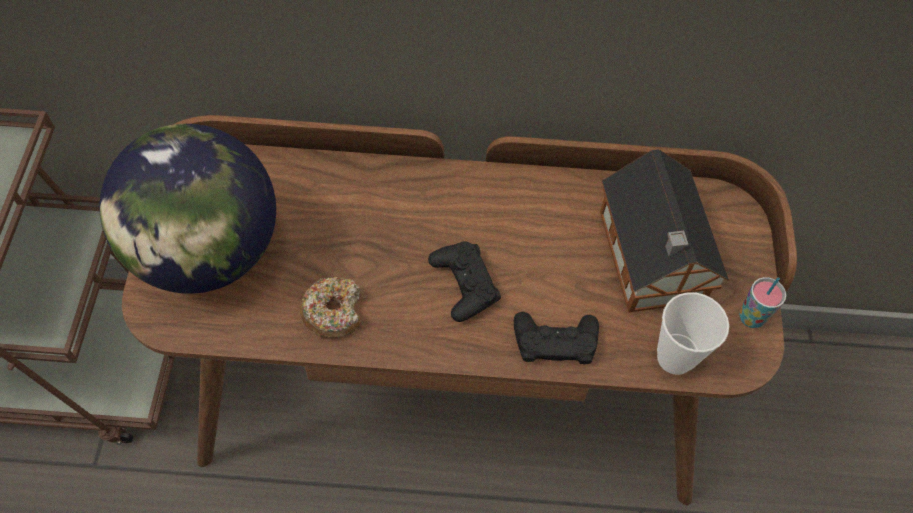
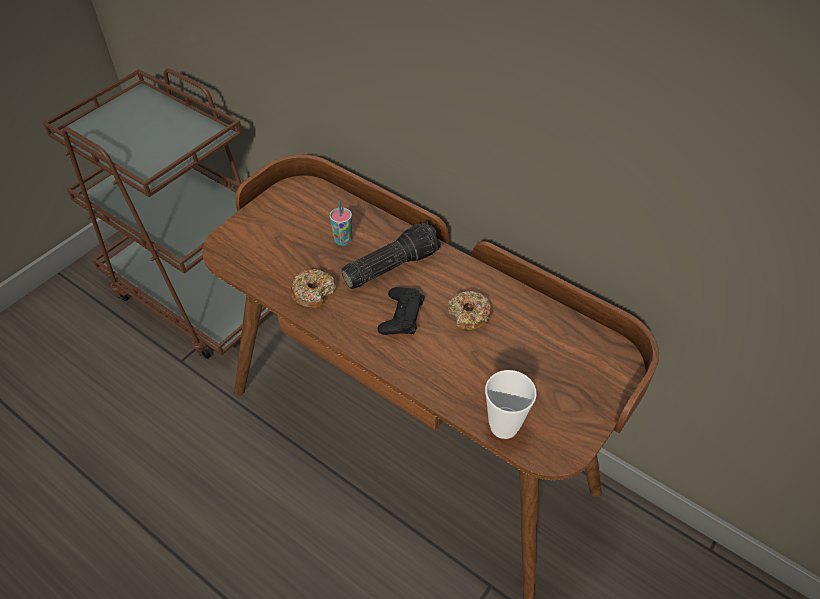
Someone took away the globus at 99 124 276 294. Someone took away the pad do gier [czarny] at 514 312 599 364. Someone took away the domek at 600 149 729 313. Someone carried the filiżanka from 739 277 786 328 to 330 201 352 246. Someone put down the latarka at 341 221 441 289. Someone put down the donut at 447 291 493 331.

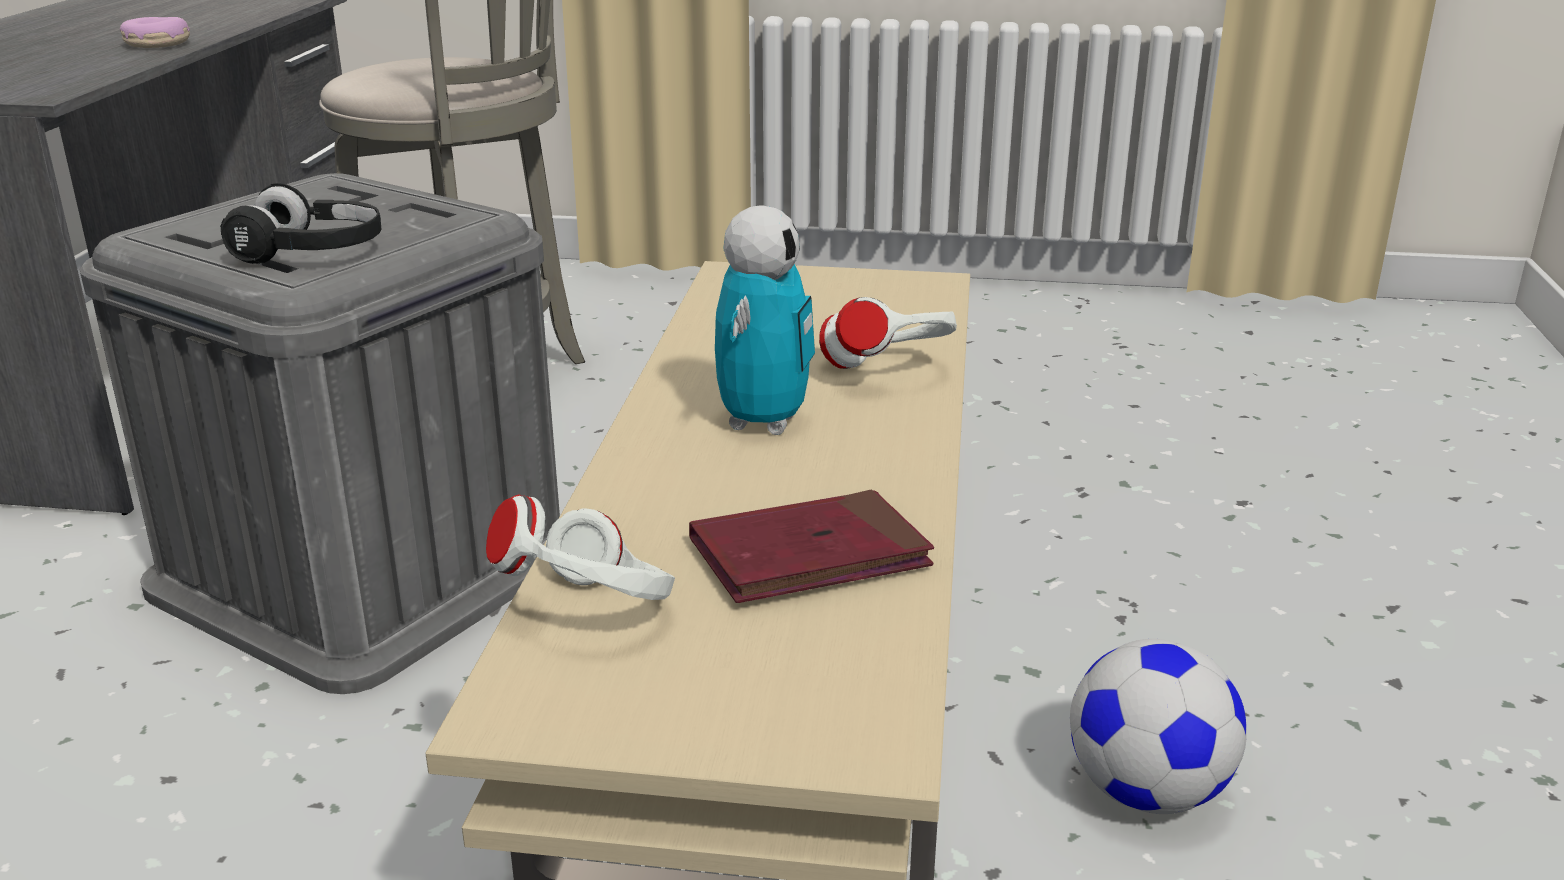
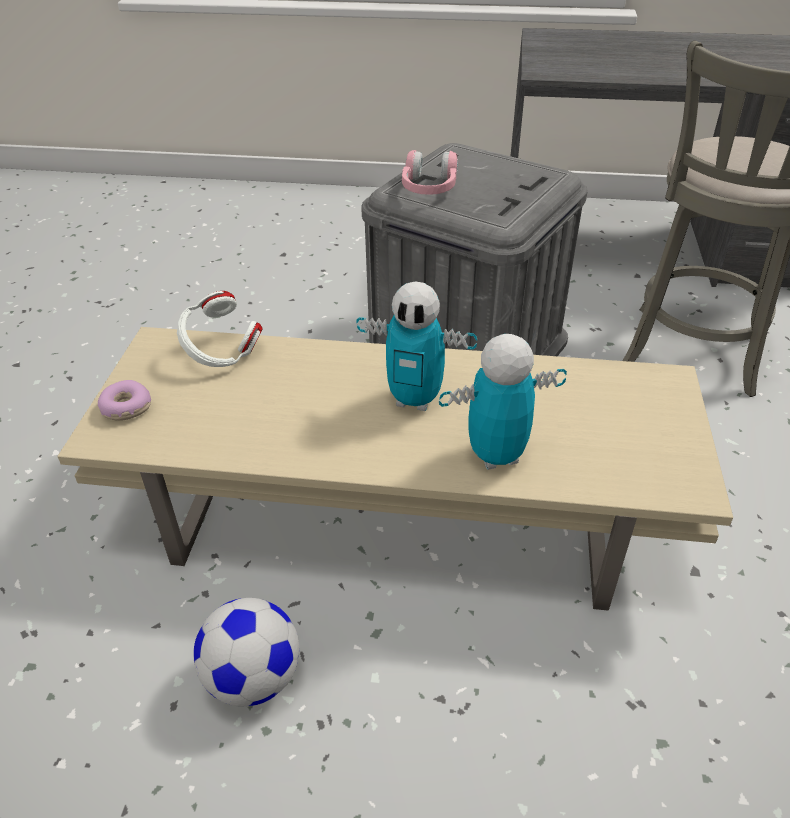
Someone carried the donut from 120 17 190 48 to 98 380 151 421. Someone repainted the słuchawki [czarny] at 220 183 381 264, which became the słuchawki [różowy] at 402 150 458 195. Someone took away the książka [czerwony] at 689 489 934 603. Someone swapped the słuchawki [biały] at 819 297 957 369 for the robot zabawkowy at 439 334 567 470.

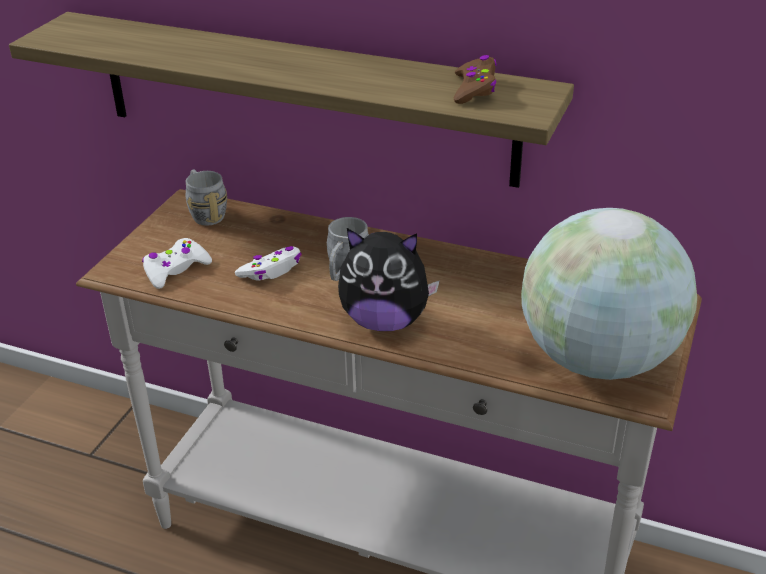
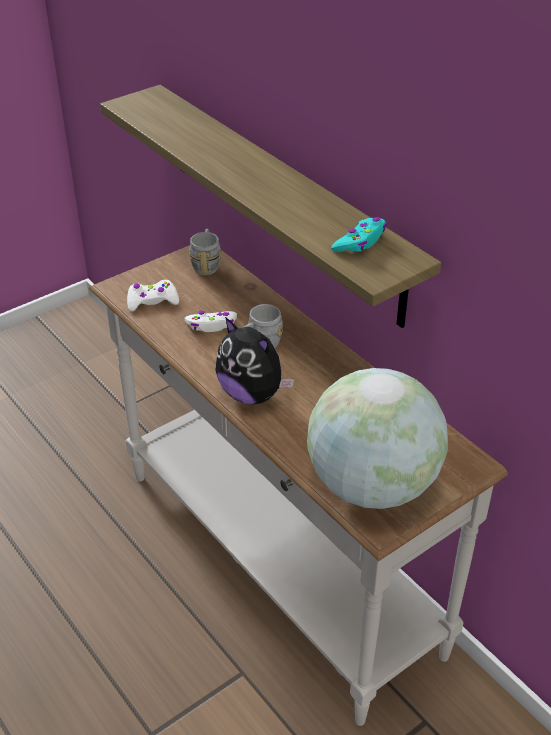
Someone repainted the pad do gier [brązowy] at 454 55 497 104, which became the pad do gier [turkusowy] at 331 217 387 252.

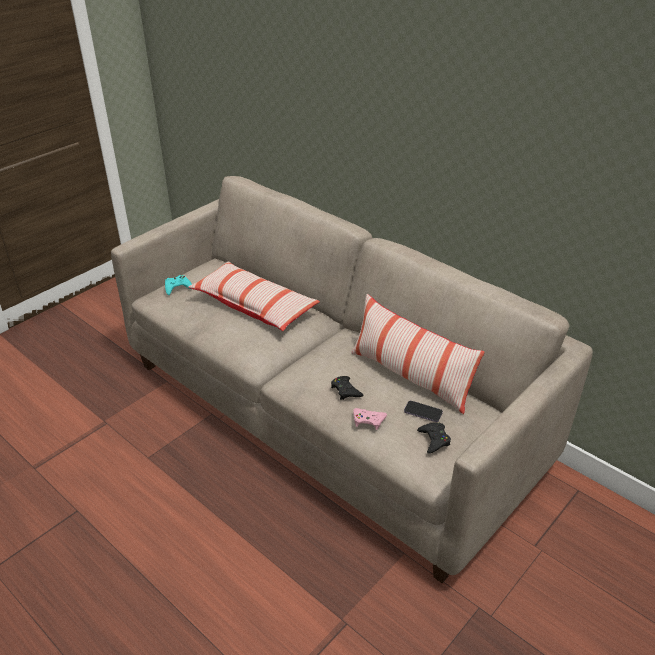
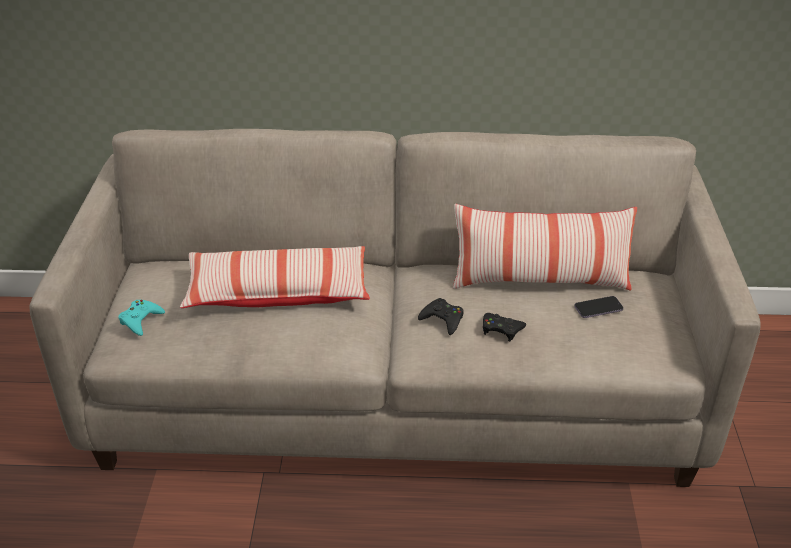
Someone took away the pad do gier [różowy] at 353 408 387 430. Someone carried the pad do gier [czarny] from 417 423 451 454 to 418 298 463 335.

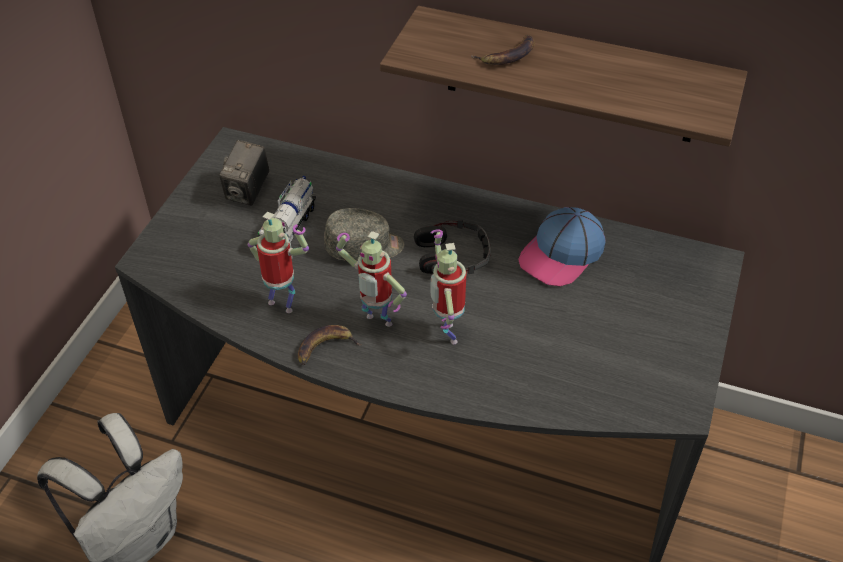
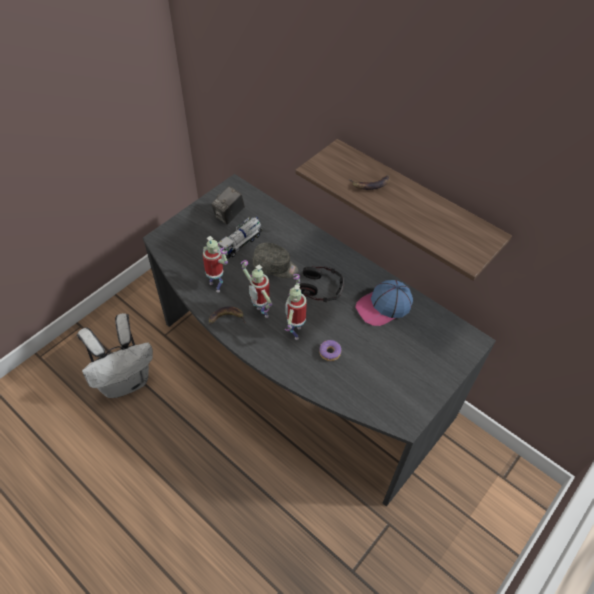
Someone put down the donut at 319 340 341 361.

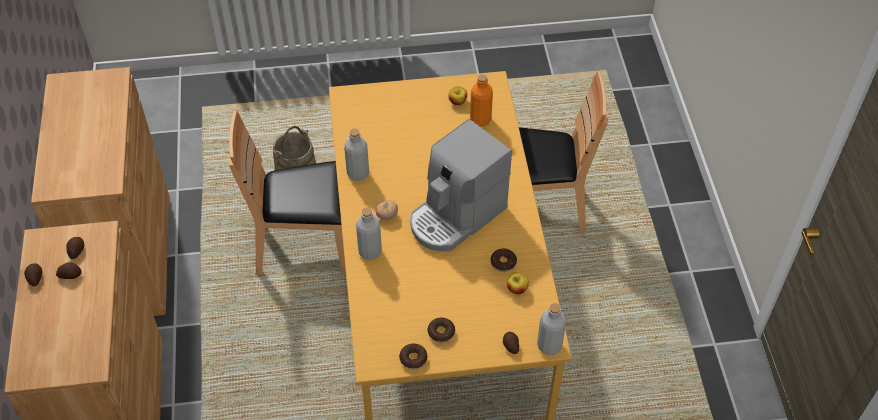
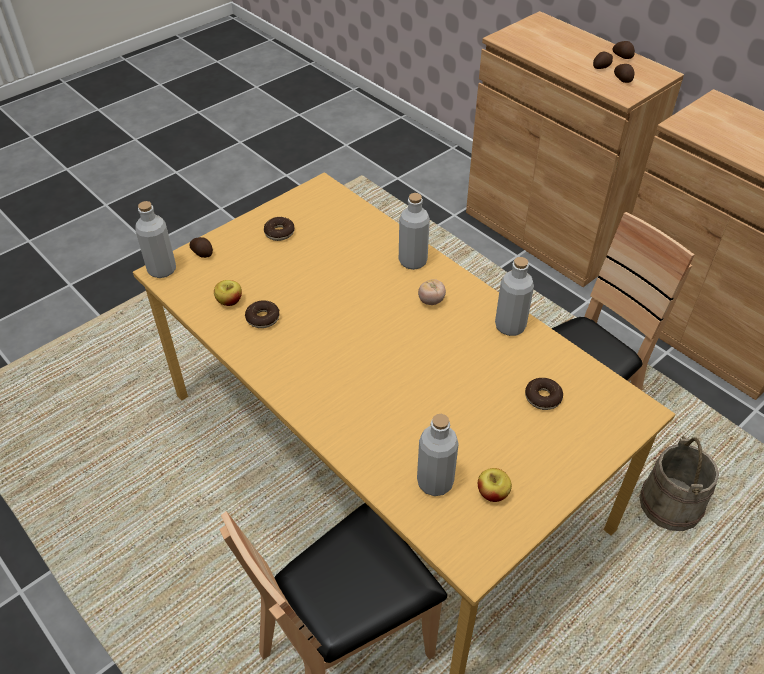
Someone carried the donut from 399 344 428 369 to 525 378 563 410. Someone took away the ekspres do kawy at 410 119 512 251. Someone repainted the butelka [pomarańczowy] at 470 74 493 126, which became the butelka [szary] at 417 414 459 496.

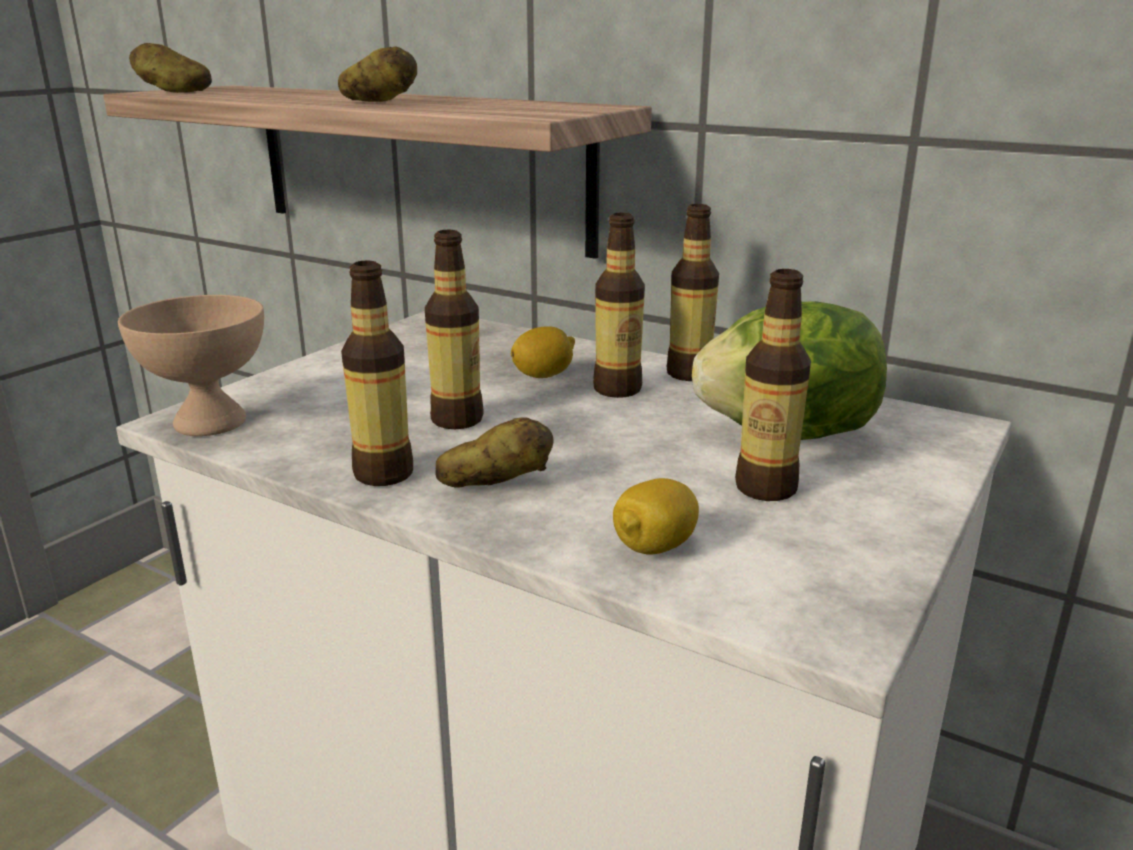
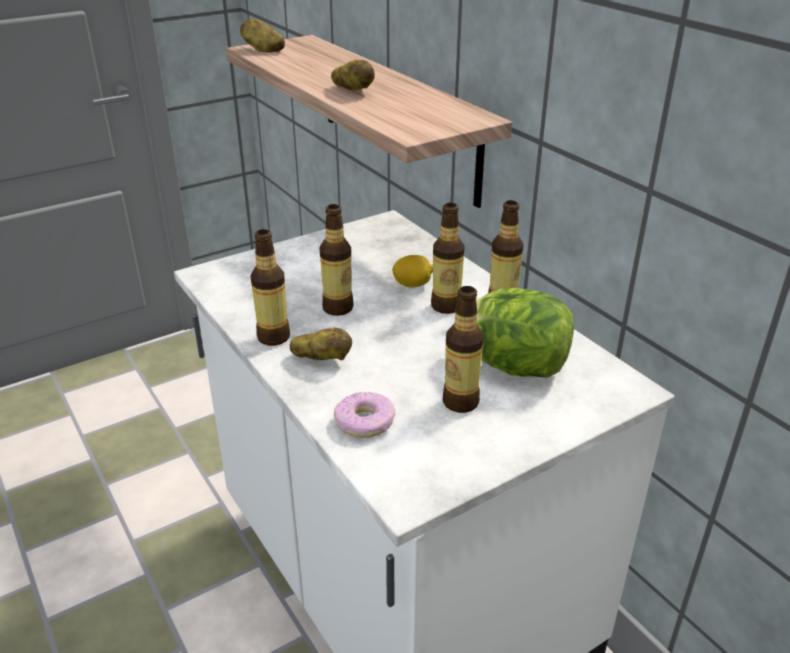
Someone took away the miska [beżowy] at 118 295 264 436. Someone swapped the cytryna at 613 478 699 555 for the donut at 334 392 395 438.

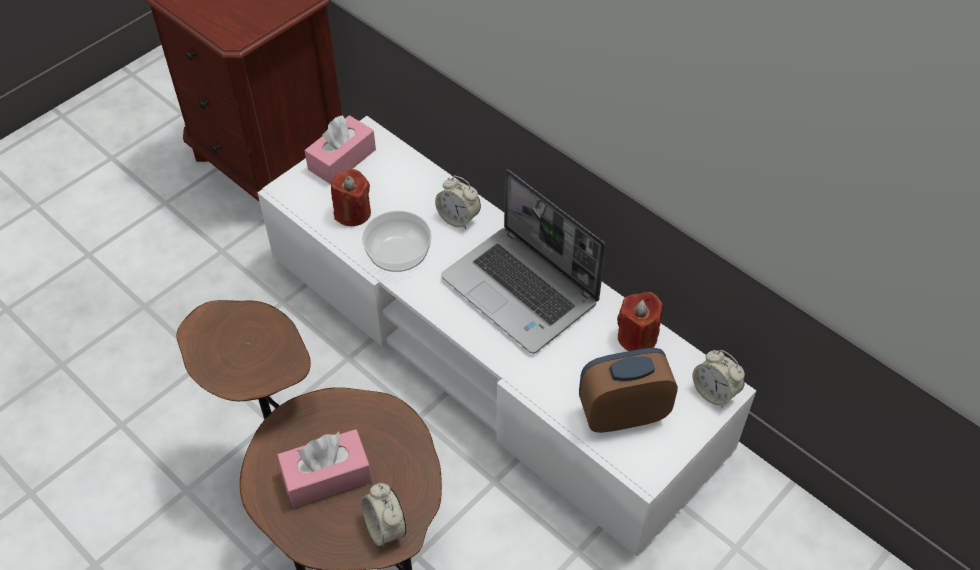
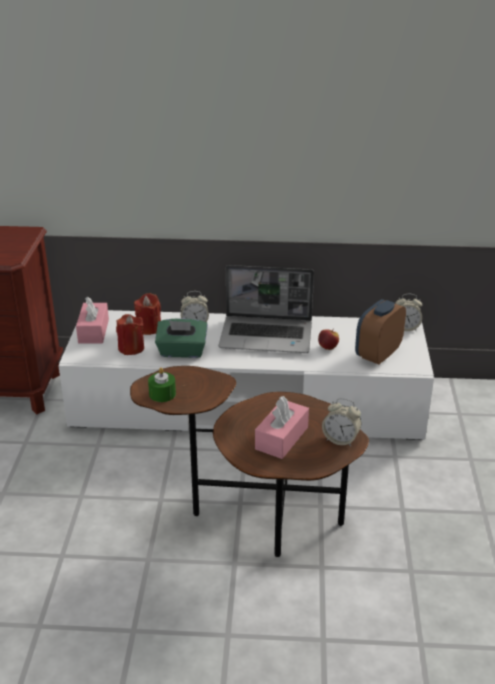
Someone swapped the miska at 362 211 432 272 for the pudełko chusteczek [zielony] at 155 318 208 358. Someone carried the świeca [czerwony] from 617 292 663 351 to 134 293 161 335. Someone put down the świeca [zielony] at 148 367 176 402. Someone put down the jabłko at 318 329 339 350.

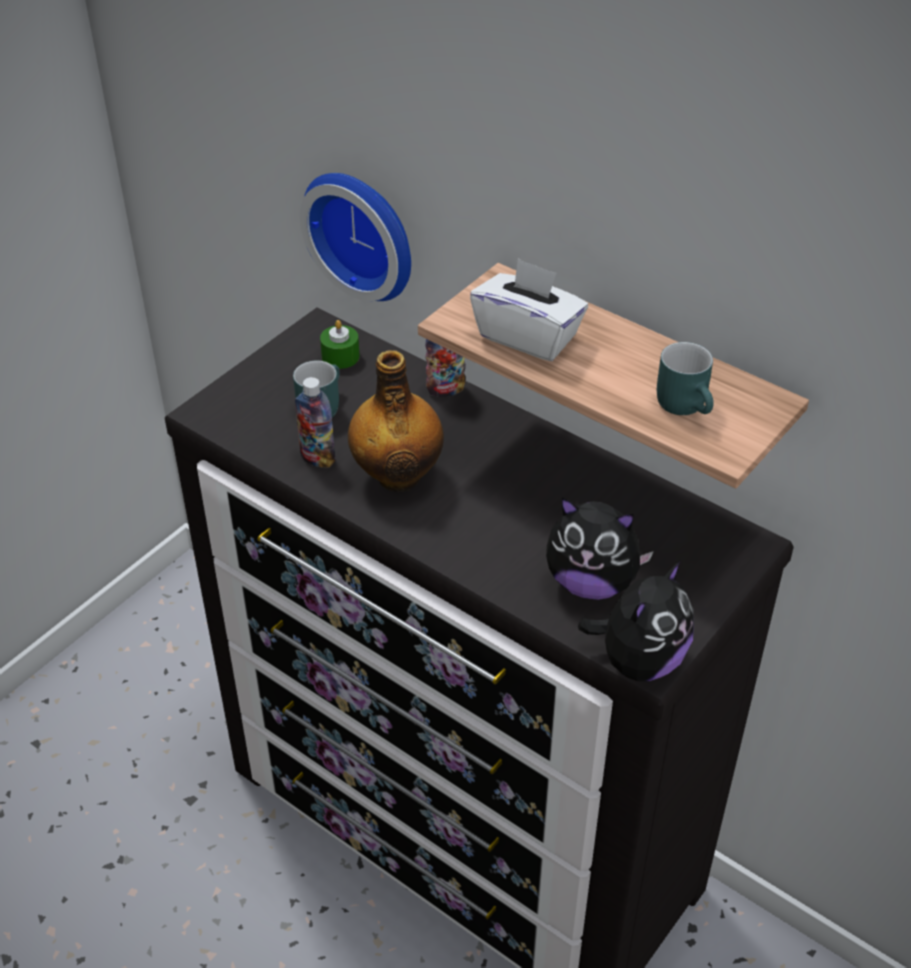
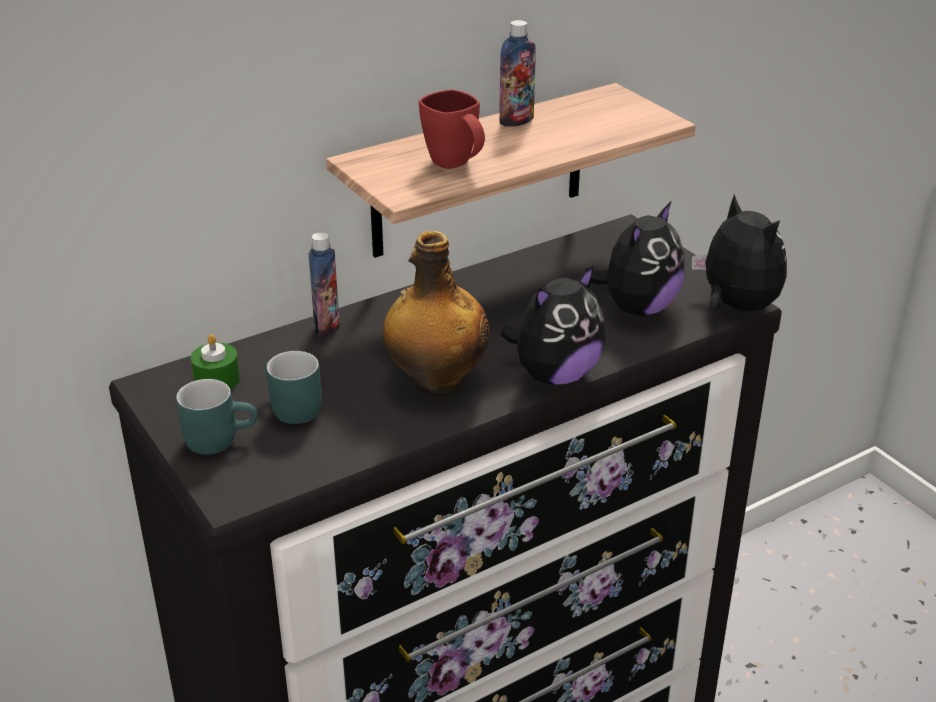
Someone carried the butelka from 295 377 335 468 to 499 20 536 127. Someone took away the zegar ścienny at 300 173 411 301. Someone swapped the pudełko chusteczek [biały] at 470 258 588 361 for the kubek [czerwony] at 419 89 485 169. Someone carried the kubek [turkusowy] from 657 342 714 415 to 176 379 257 455. Someone put down the pluszak at 501 265 606 385.

